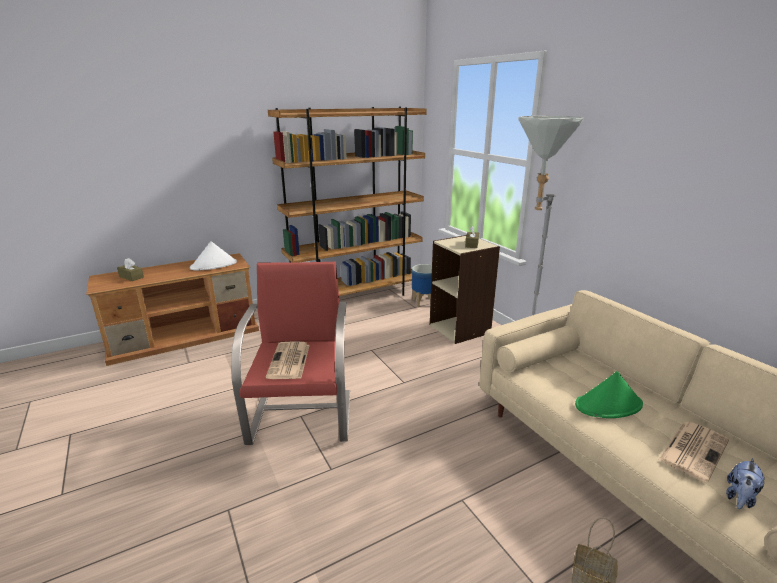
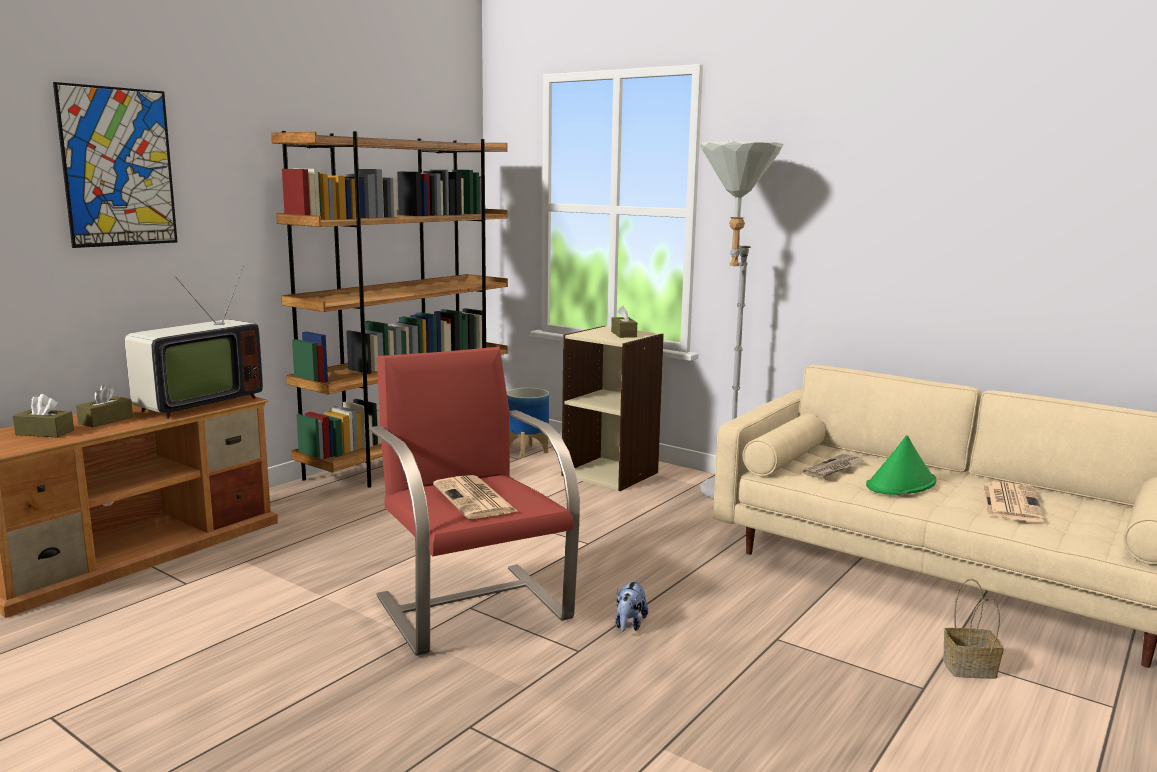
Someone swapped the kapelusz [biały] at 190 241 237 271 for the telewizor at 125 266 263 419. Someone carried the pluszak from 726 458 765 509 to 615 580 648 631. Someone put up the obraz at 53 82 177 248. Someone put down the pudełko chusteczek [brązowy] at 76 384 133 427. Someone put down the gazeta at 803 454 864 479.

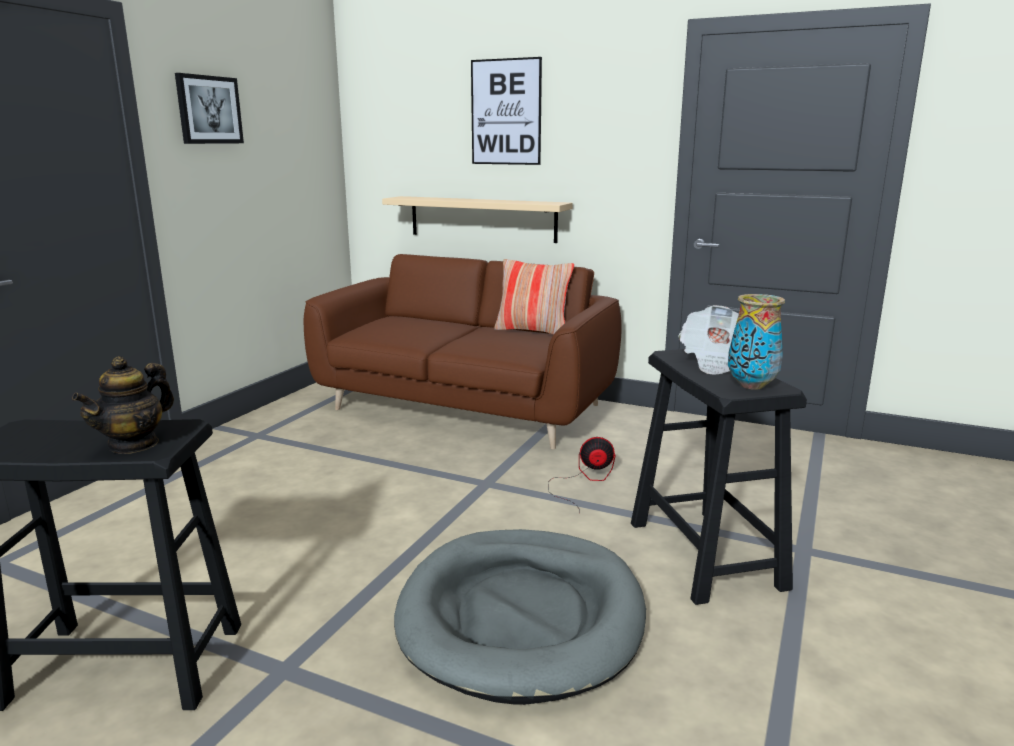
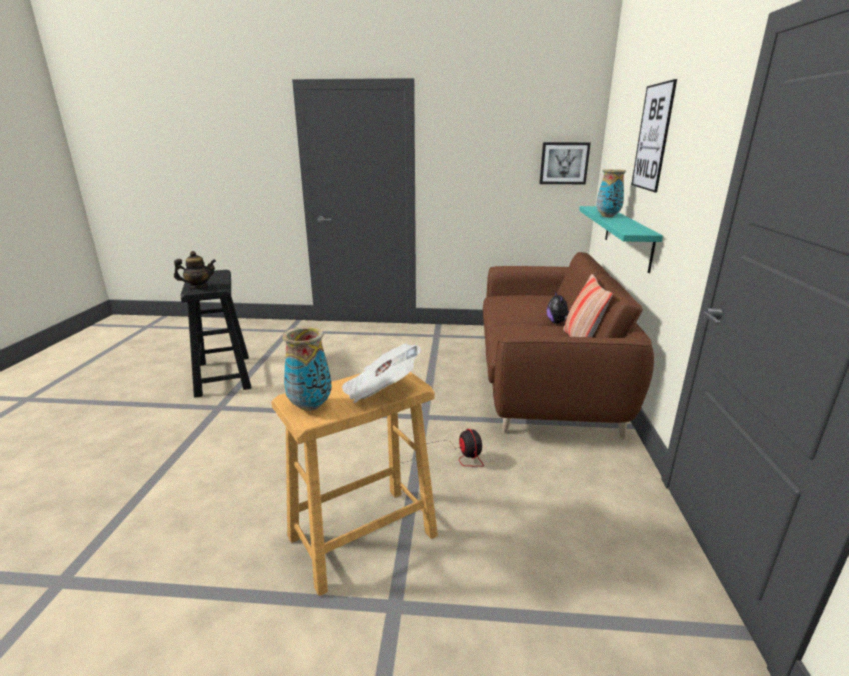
Someone rotated the imbryk at 72 356 174 454 by 150 degrees clockwise. Someone carried the obraz from 175 73 244 144 to 539 142 591 184. Someone repainted the półka [beżowy] at 382 196 573 243, which became the półka [turkusowy] at 579 206 663 273. Someone took away the legowisko [szary] at 394 529 646 705. Someone repainted the stołek [czarny] at 631 349 807 605, which became the stołek [beżowy] at 271 372 438 596. Someone put down the pluszak at 546 291 569 324. Someone put down the wazon at 596 169 626 217.

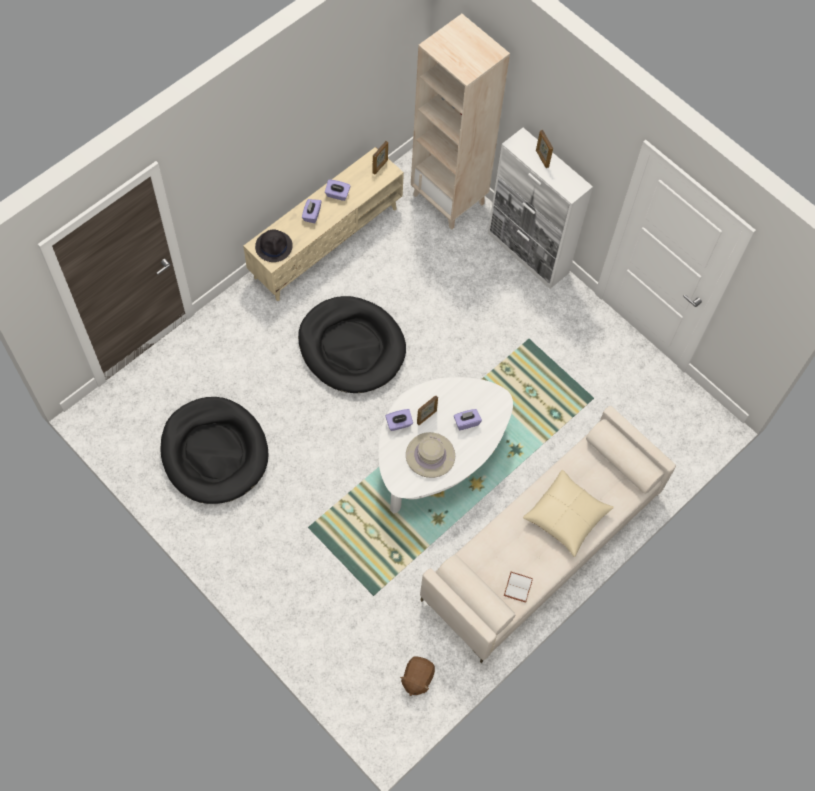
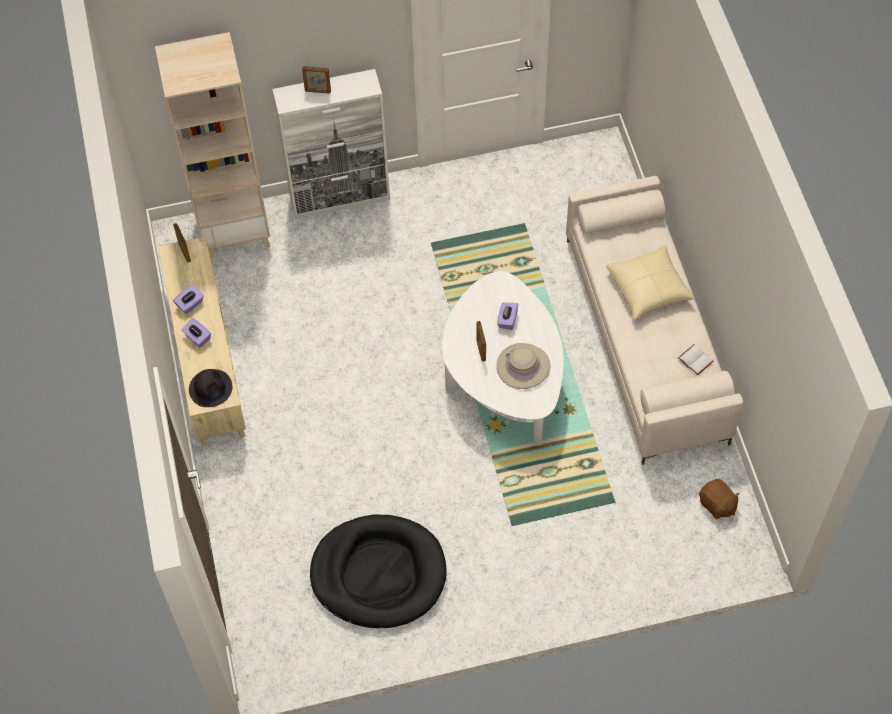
Someone took away the legowisko [czarny] at 298 296 406 393. Someone took away the pudełko chusteczek [fioletowy] at 385 409 413 431.

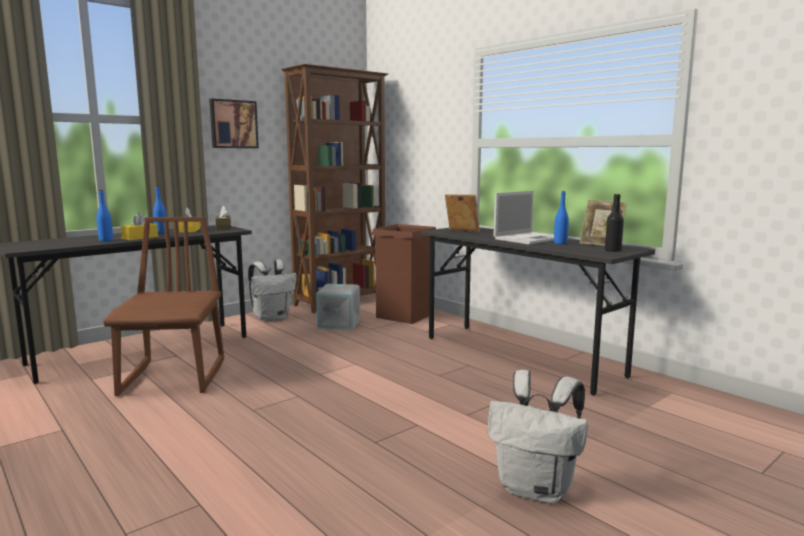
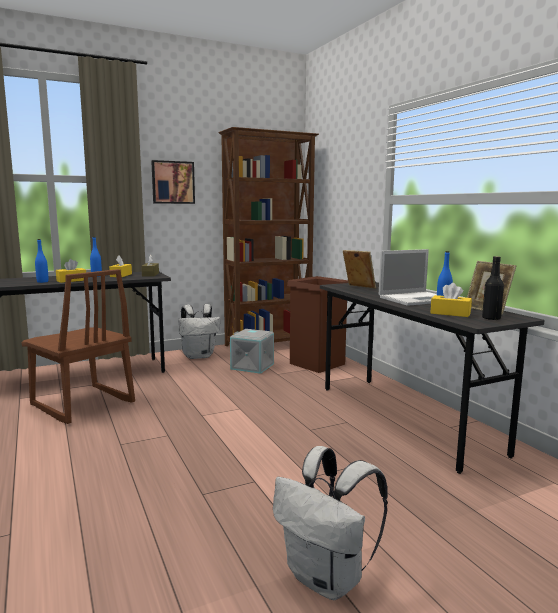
Someone rotated the krzesło [brązowy] at 103 217 224 396 by 120 degrees clockwise. Someone put down the pudełko chusteczek [żółty] at 430 283 472 317.

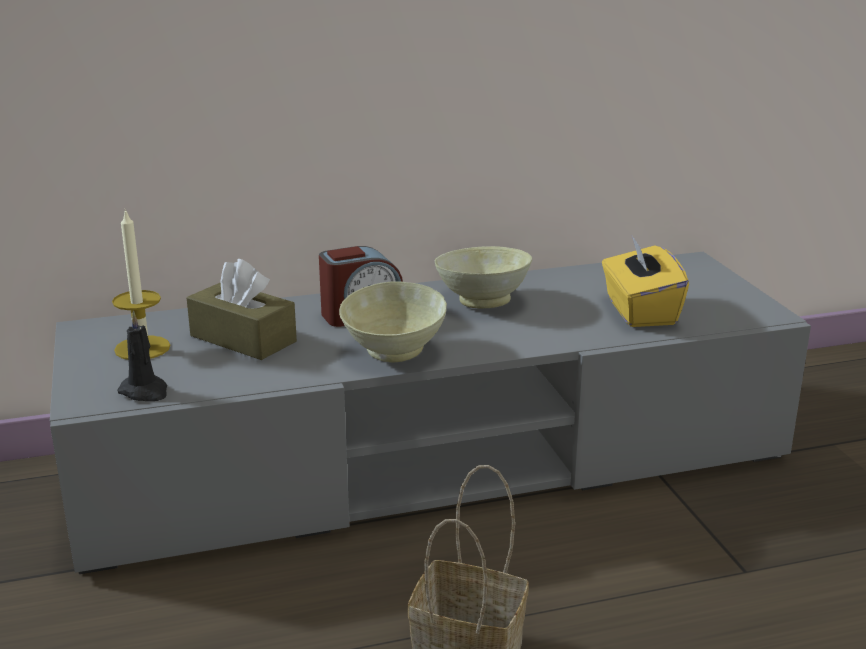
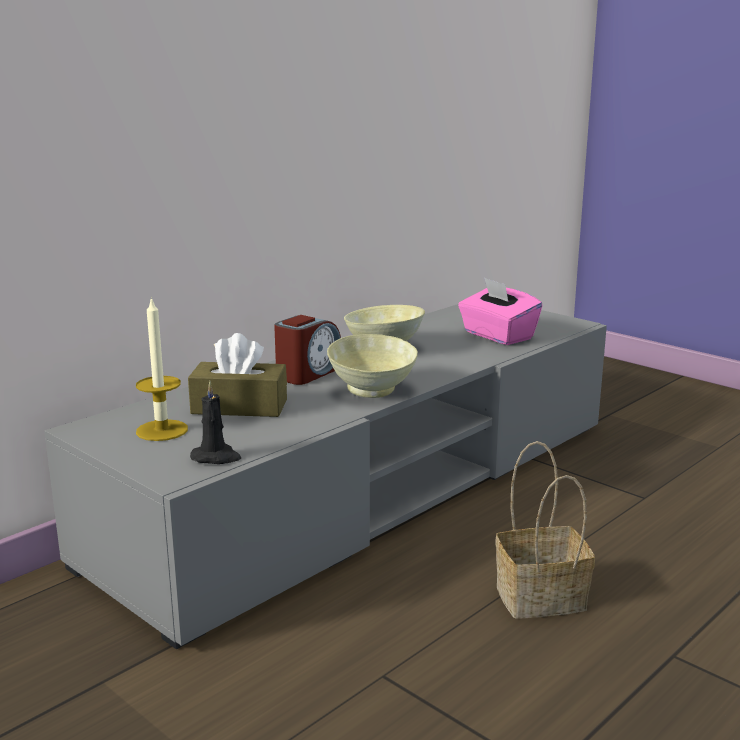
Someone repainted the pudełko chusteczek [żółty] at 602 236 689 327, which became the pudełko chusteczek [różowy] at 458 277 543 345.

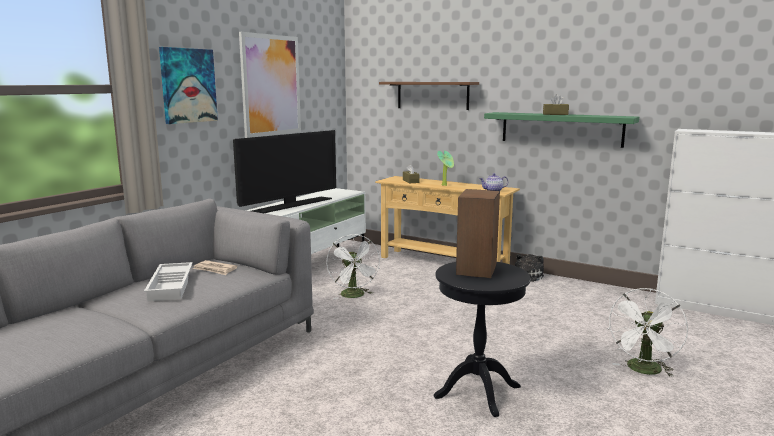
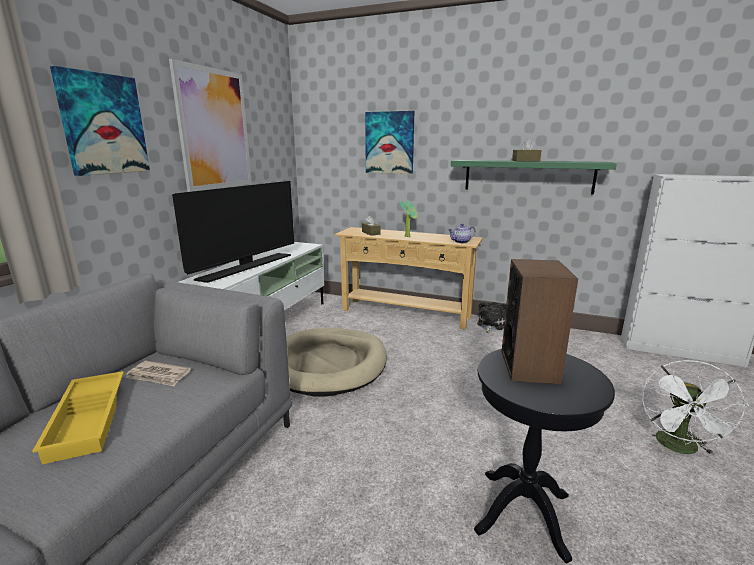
Someone repainted the taca [biały] at 144 262 193 301, which became the taca [żółty] at 32 371 124 464. Someone swapped the wentylator [biały] at 326 234 380 299 for the legowisko [beżowy] at 286 328 387 397. Someone swapped the półka [brązowy] at 379 82 479 110 for the obraz at 365 111 414 174.

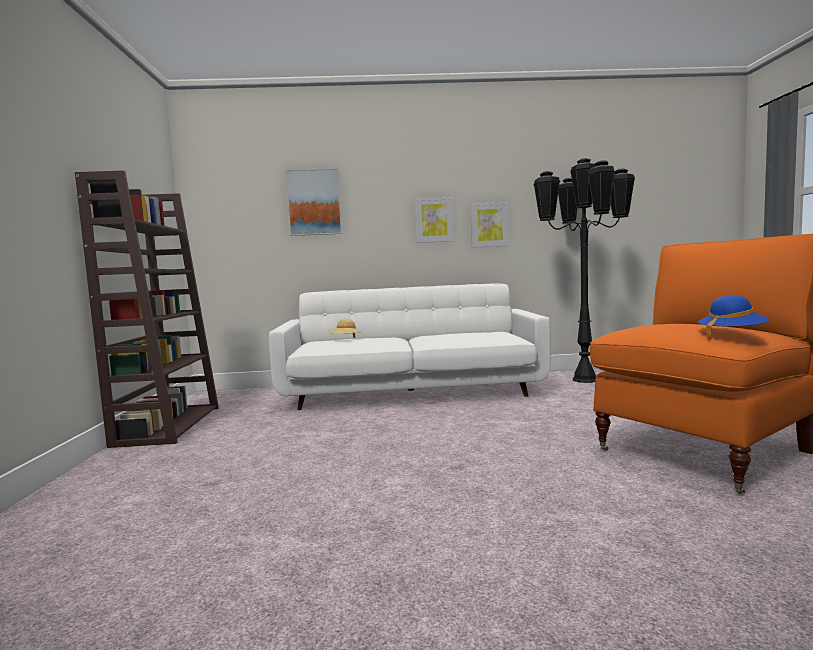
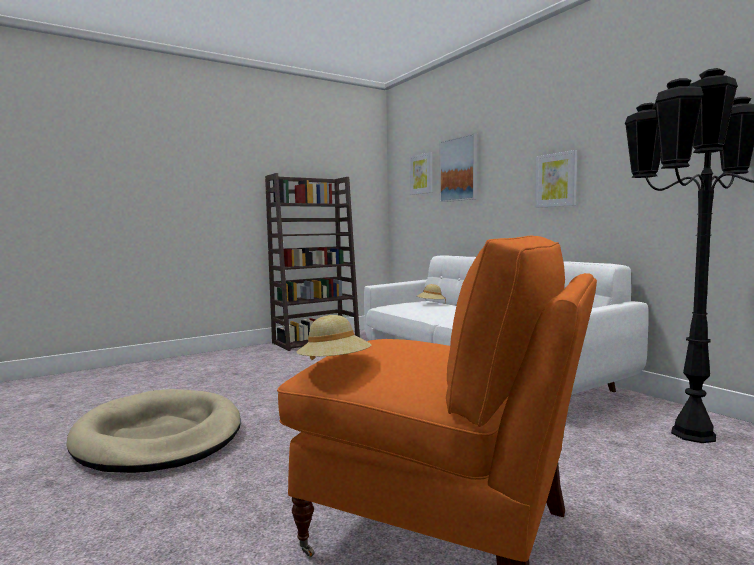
Someone carried the obraz from 470 202 509 248 to 409 152 433 195. Someone repainted the kapelusz [niebieski] at 698 295 770 338, which became the kapelusz [beżowy] at 296 315 372 360. Someone put down the legowisko [beżowy] at 66 389 240 473.

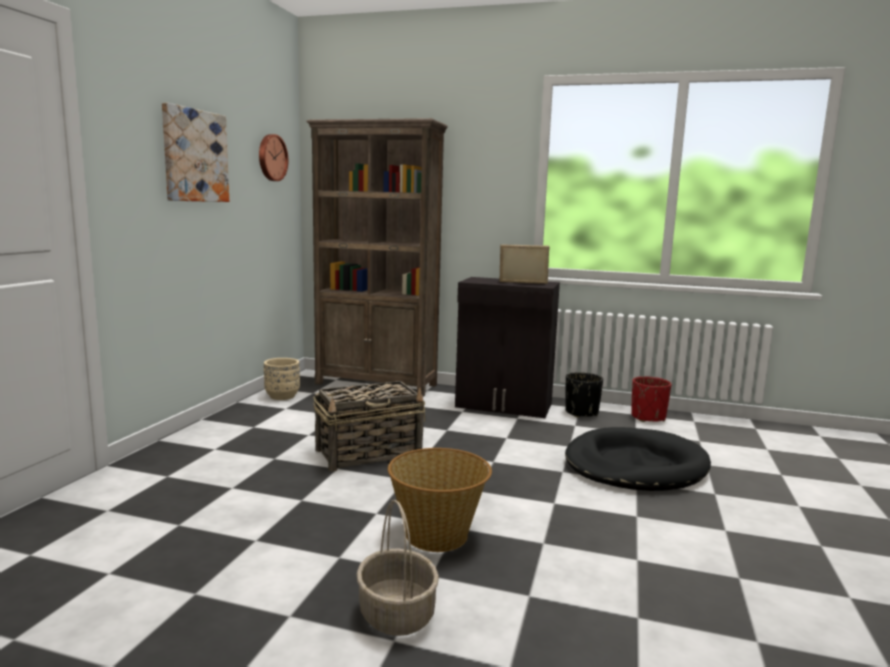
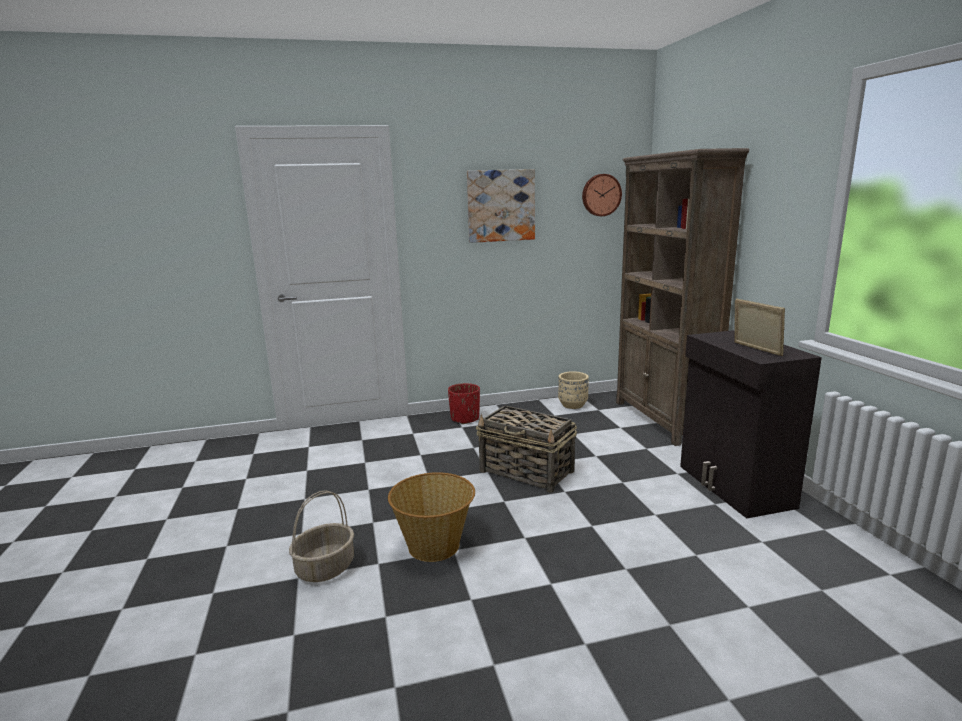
Someone took away the donica [czarny] at 565 372 603 418. Someone took away the legowisko [czarny] at 565 427 711 491. Someone carried the donica [czerwony] from 631 376 672 422 to 448 383 480 424.

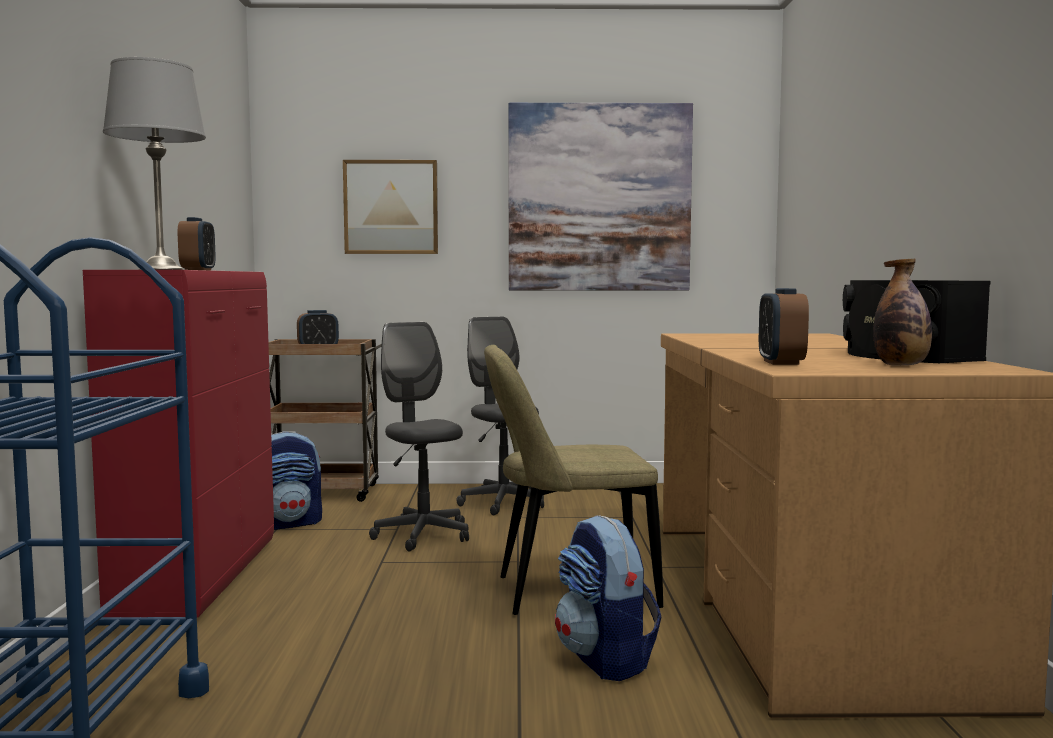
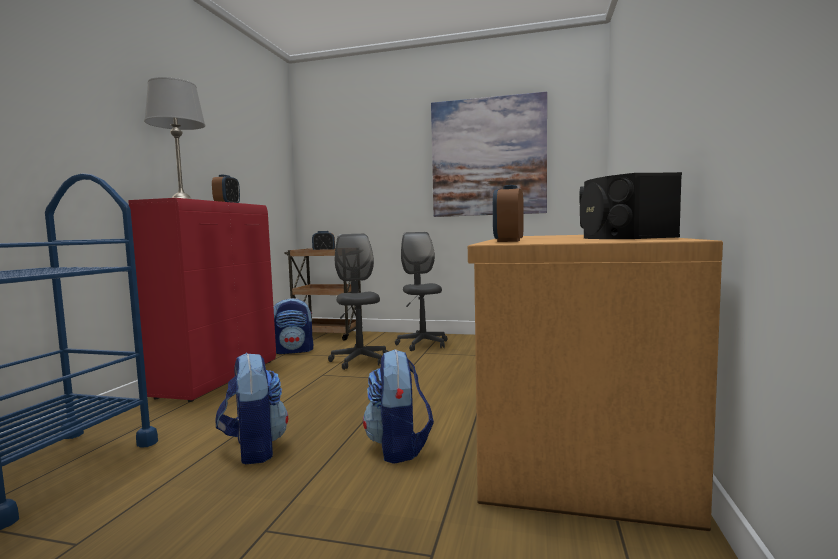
Someone took away the obraz at 343 160 438 254. Someone took away the krzesło [beżowy] at 484 345 663 615. Someone took away the butelka at 873 259 932 365. Someone put down the plecak at 215 353 288 464.

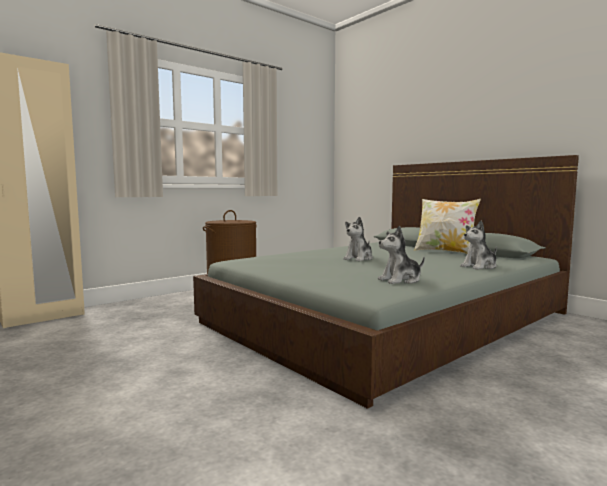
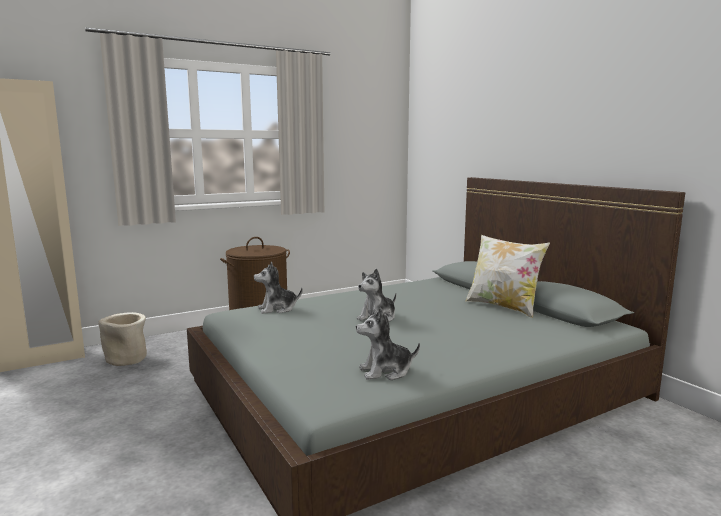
Someone carried the pluszak from 460 220 497 269 to 254 262 303 314. Someone put down the donica [beżowy] at 98 312 147 366.

